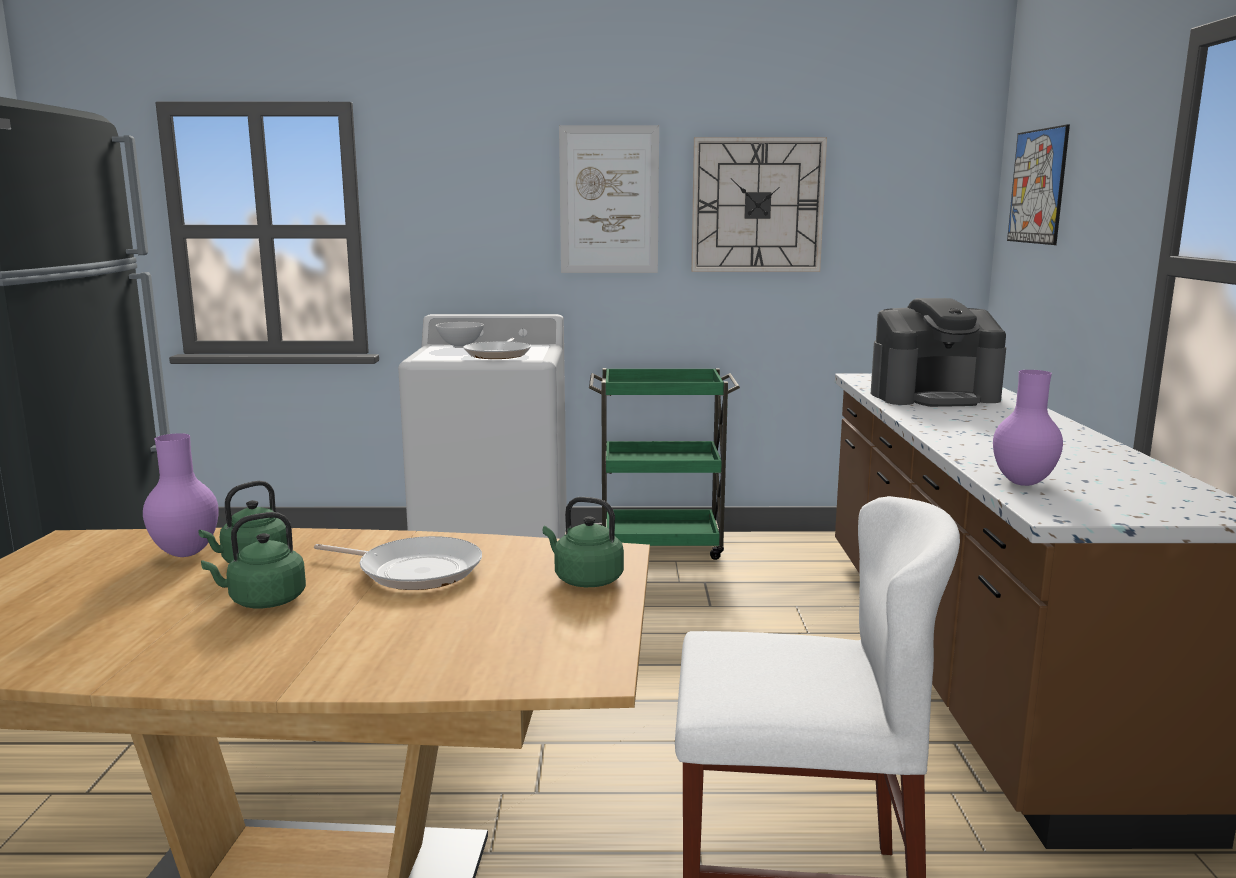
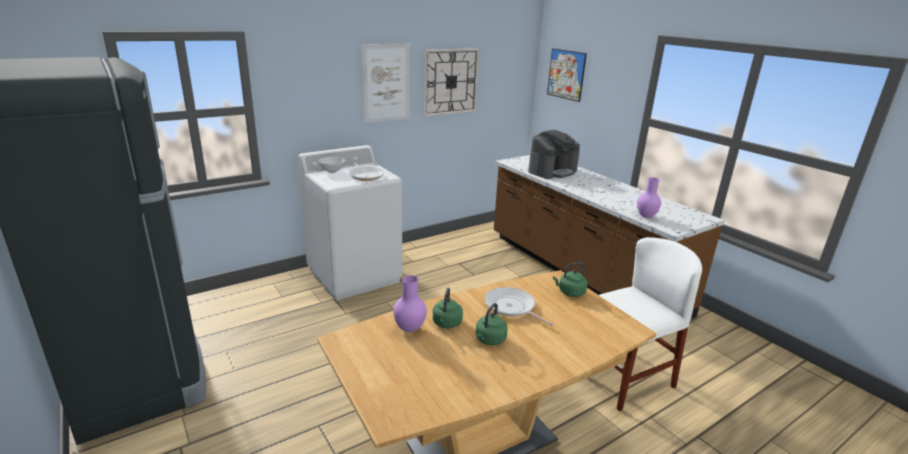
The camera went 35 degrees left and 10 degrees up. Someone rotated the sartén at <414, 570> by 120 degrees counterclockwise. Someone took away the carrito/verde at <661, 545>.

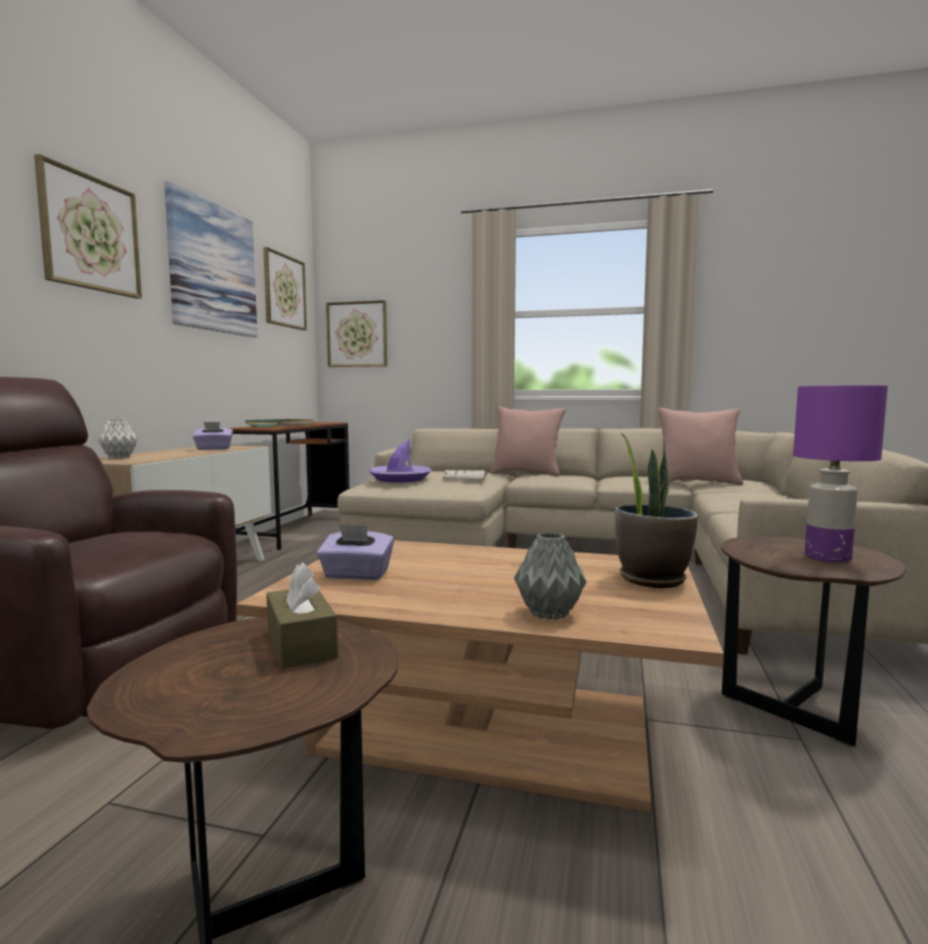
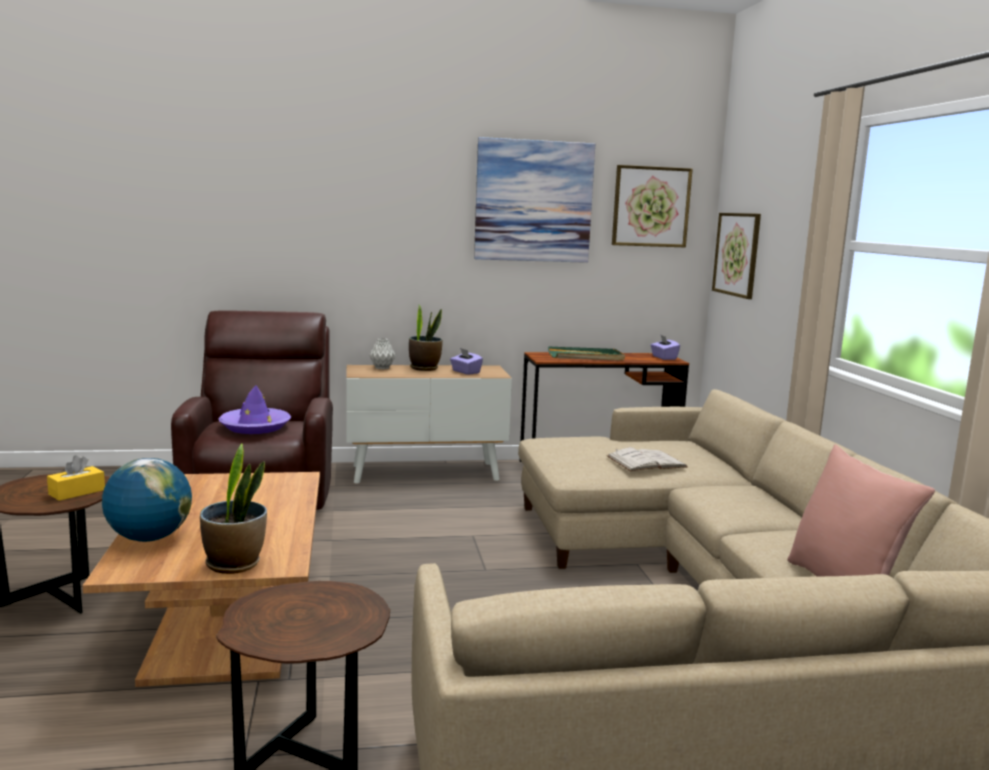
The camera went 65 degrees right and 5 degrees up. Someone took away the cuadro at <90, 233>. Someone repainted the caja de pañuelos/marrón at <301, 644>, which became the caja de pañuelos/amarillo at <77, 492>. Someone carried the caja de pañuelos/morado from <356, 575> to <663, 358>. Someone carried the sombrero/morado from <400, 479> to <255, 427>. Someone took away the cojín/rosa at <527, 474>. Someone swapped the florero/gris at <548, 613> for the globo terráqueo at <149, 538>. Someone took away the lámpara de mesa/morado at <828, 557>. Someone put down the planta en maceta at <424, 368>.

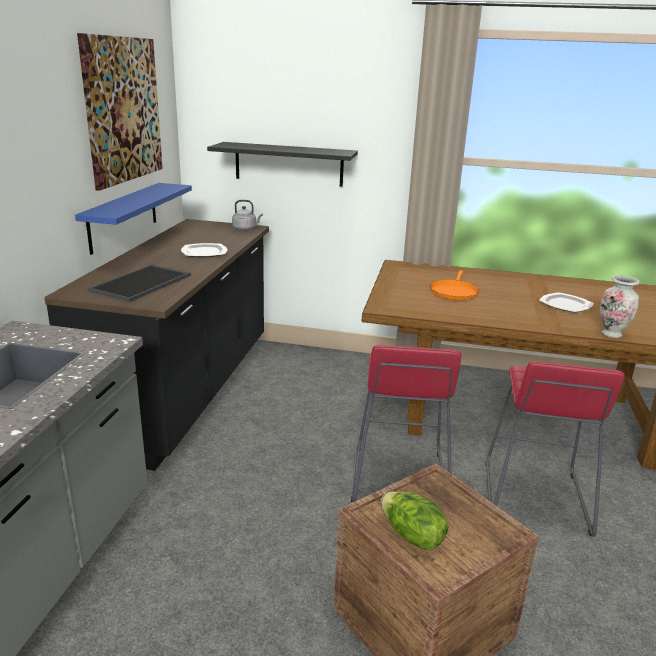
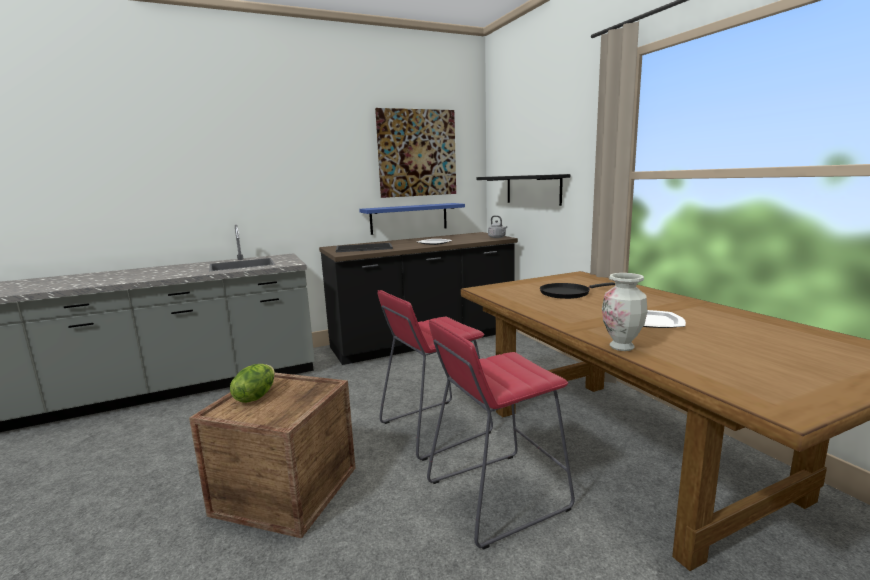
The camera went 55 degrees right and 10 degrees down. Someone repainted the sartén/naranja at <453, 292>, which became the sartén/negro at <567, 293>.

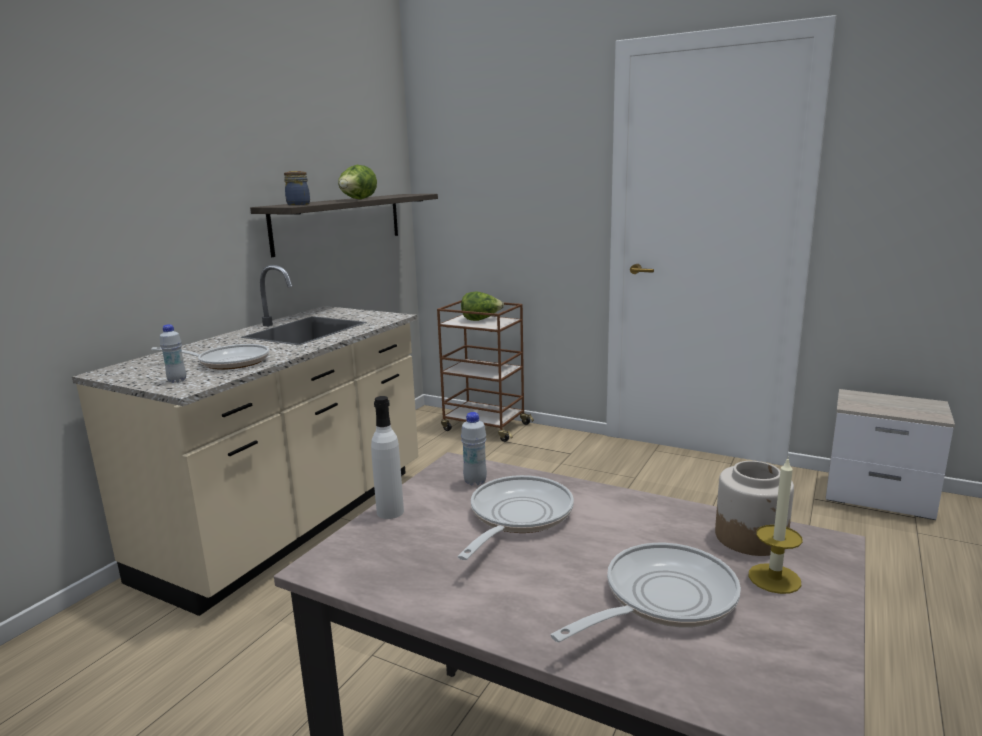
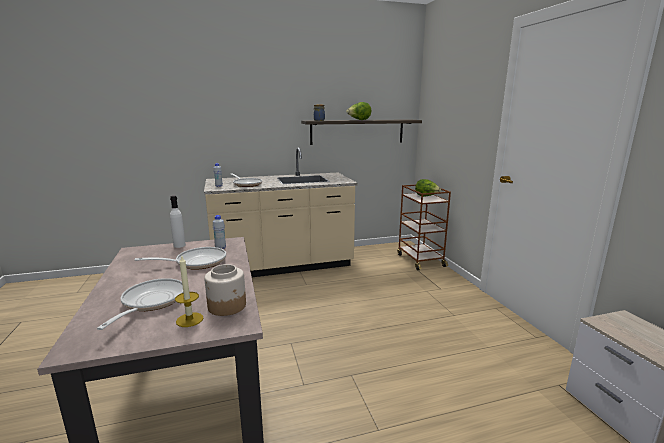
The camera went 45 degrees right and 0 degrees up. Someone rotated the sartén at <661, 599> by 90 degrees counterclockwise.

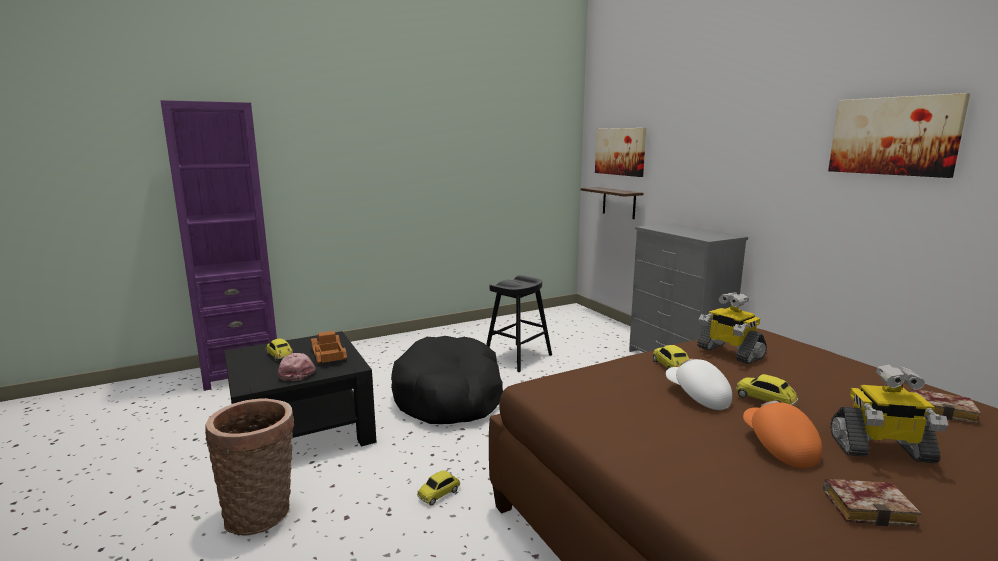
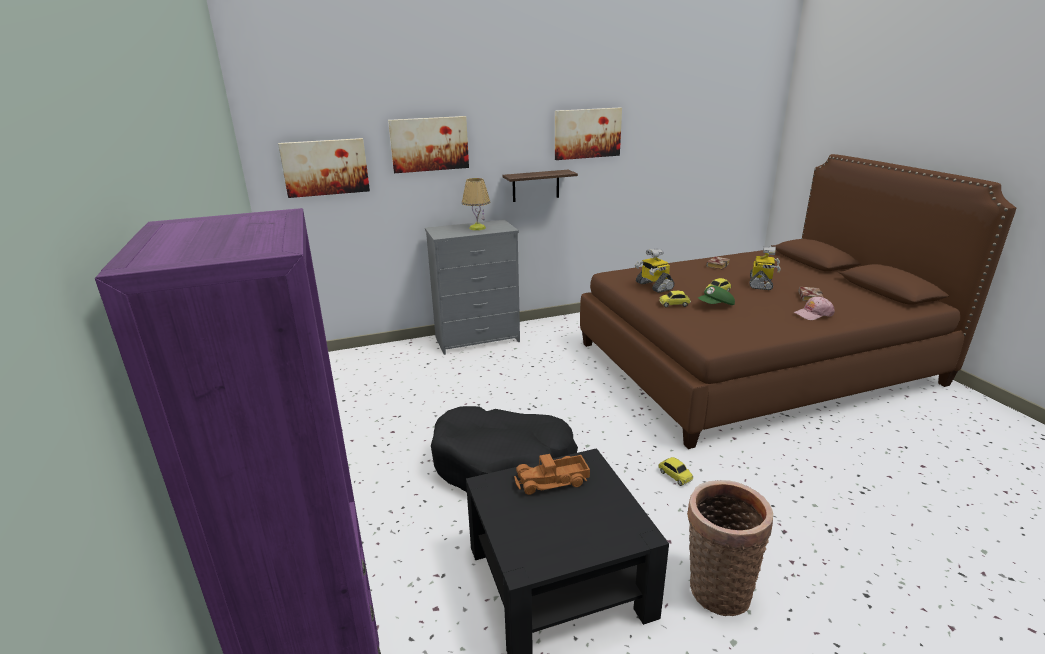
The camera went 80 degrees left and 10 degrees up. Someone took away the coche de juguete at <280, 356>. Someone carried the gorra/rosa from <295, 372> to <813, 314>. Someone took away the taburete/negro at <518, 357>. Someone carried the estante from <619, 203> to <535, 185>. Someone repainted the gorra/blanco at <696, 397>, which became the gorra/verde at <716, 306>. Someone rotated the robot de juguete at <729, 352> by 90 degrees clockwise. Someone took away the gorra/naranja at <777, 447>. Someone put up the cuadro at <429, 144>. Someone put down the lámpara de mesa at <477, 228>.

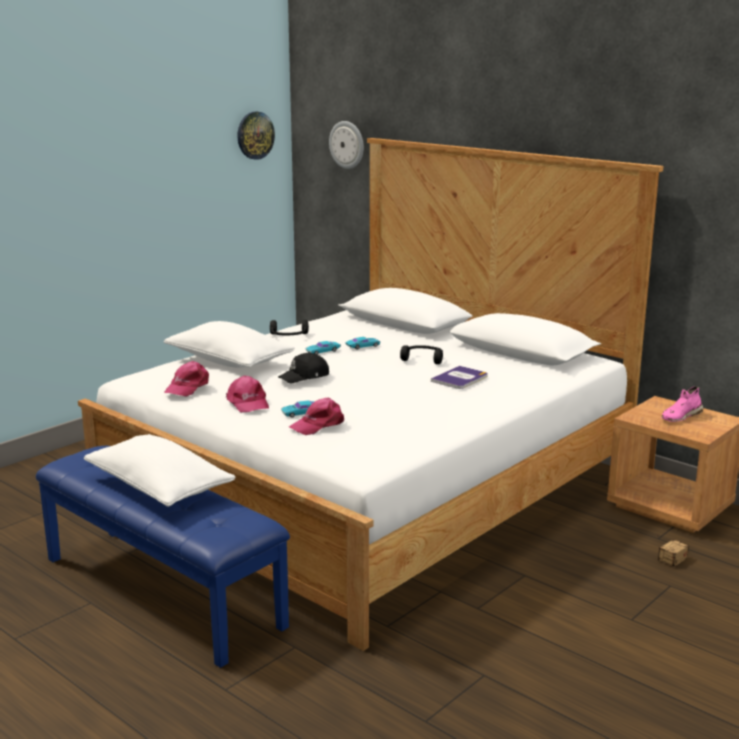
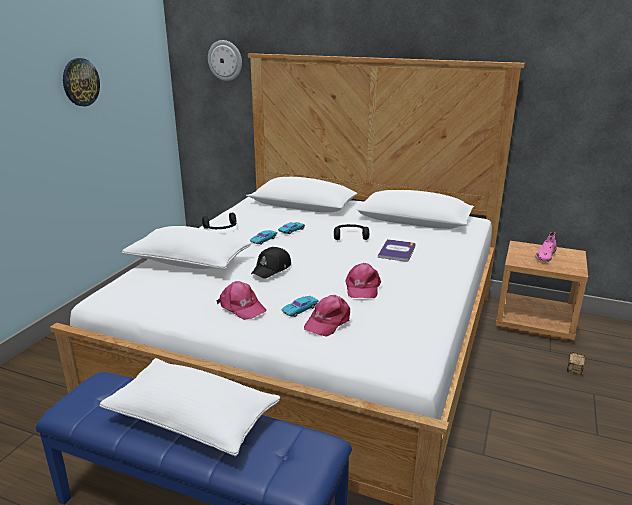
The camera went 20 degrees left and 5 degrees up. Someone carried the gorra/rosa from <188, 387> to <362, 287>. Someone carried the reloj de pared from <255, 135> to <80, 82>.

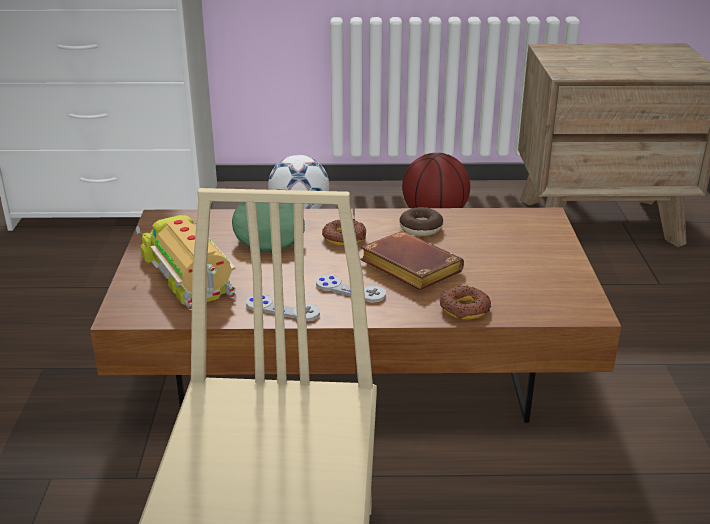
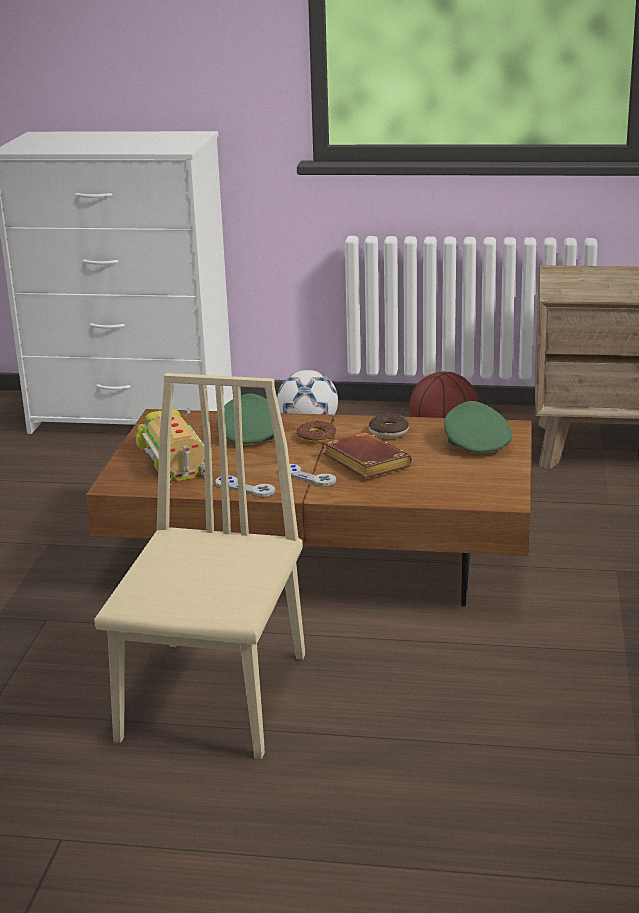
The camera went 10 degrees right and 5 degrees down. Someone took away the rosquilla at <464, 308>. Someone put down the gorra/verde at <475, 444>.

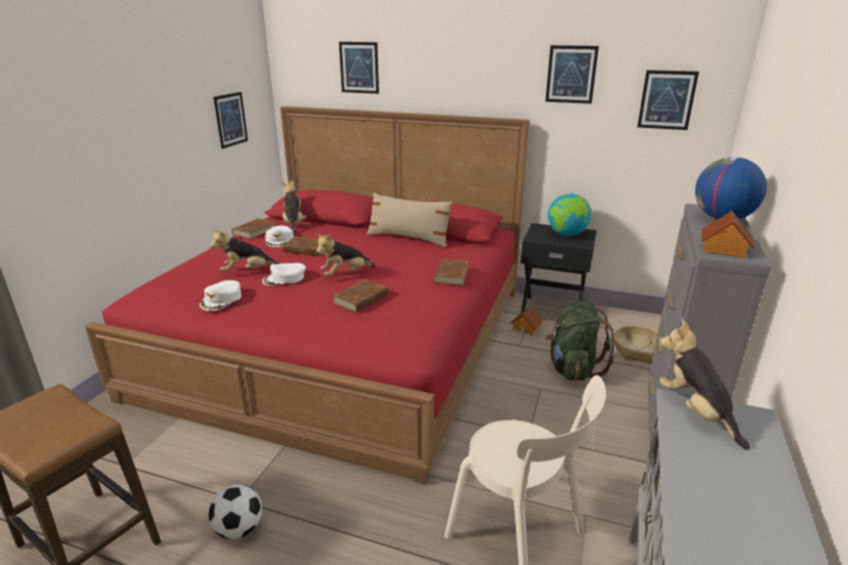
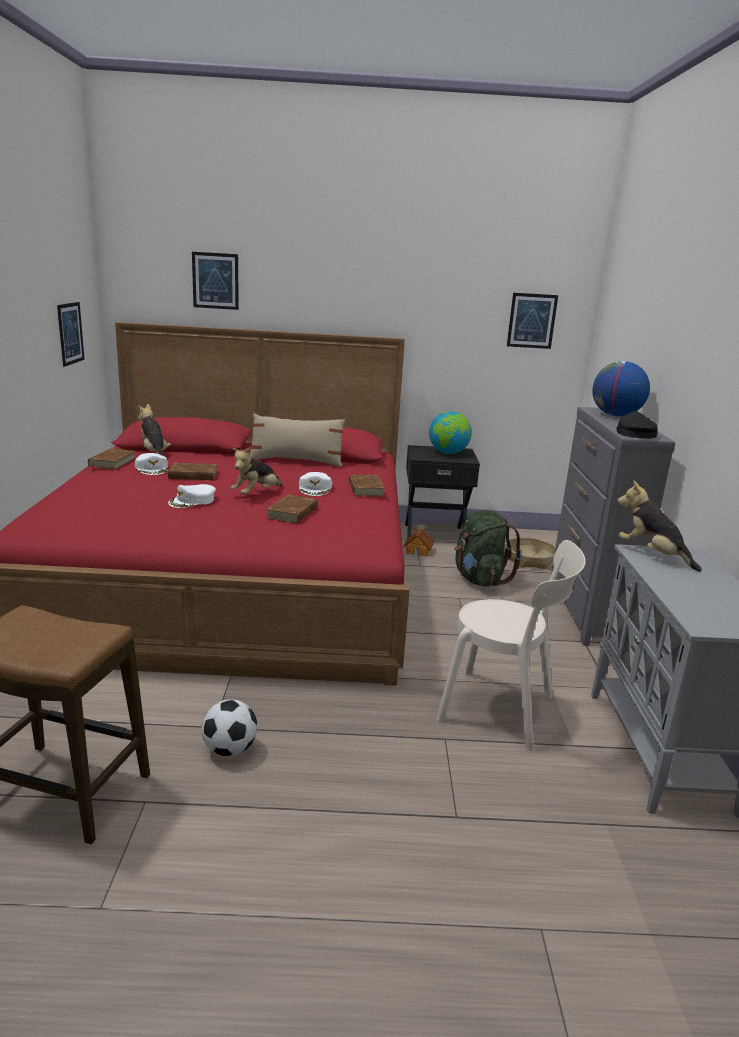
The camera went 20 degrees left and 5 degrees down. Someone carried the gorra/blanco from <221, 300> to <315, 488>. Someone took away the peluche at <247, 271>. Someone took away the cuadro at <571, 74>. Someone swapped the casita at <723, 249> for the gorra/negro at <634, 433>.

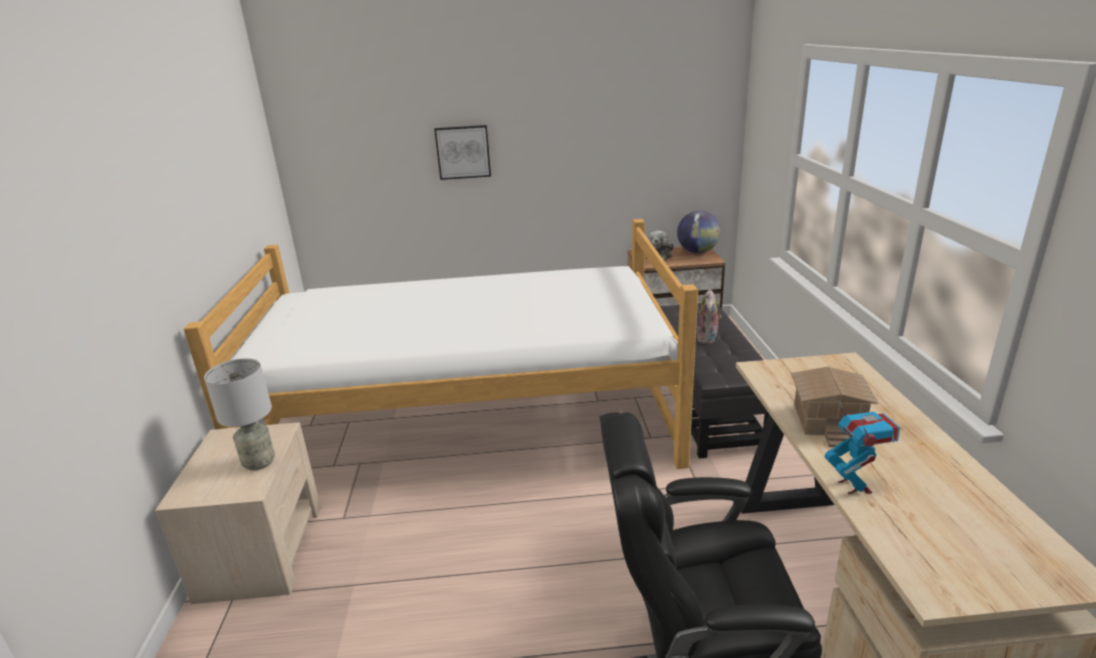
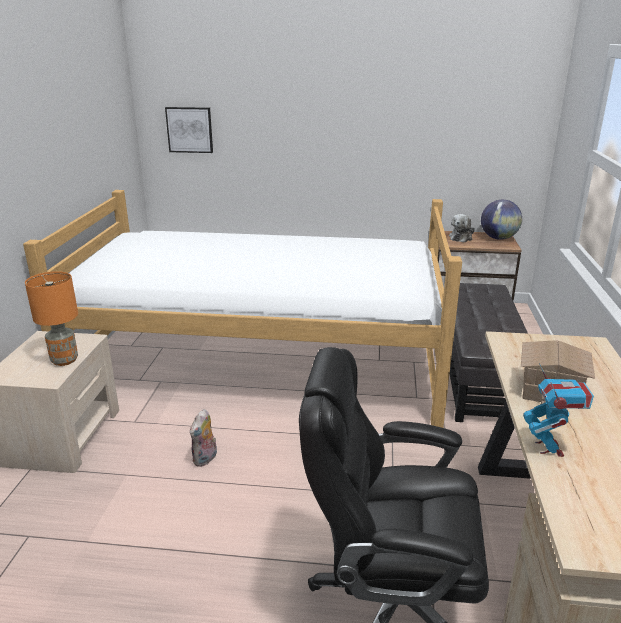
The camera went 10 degrees right and 0 degrees up. Someone repainted the lámpara de mesa/gris at <259, 462>, which became the lámpara de mesa/naranja at <65, 360>. Someone carried the cuadro from <463, 152> to <189, 129>. Someone carried the peluche from <708, 339> to <205, 459>.

